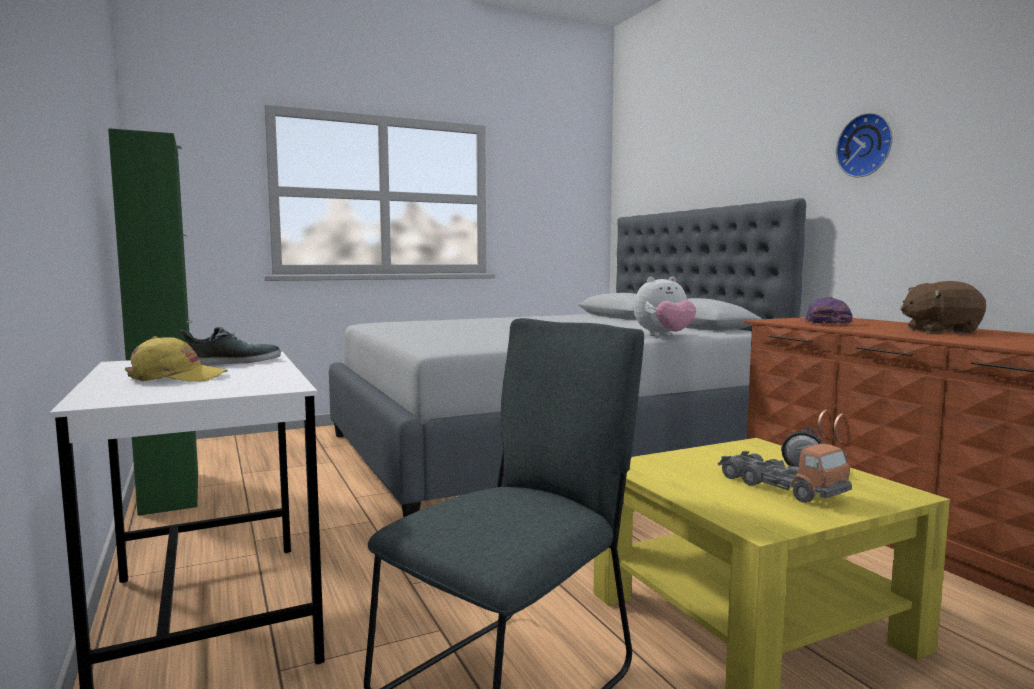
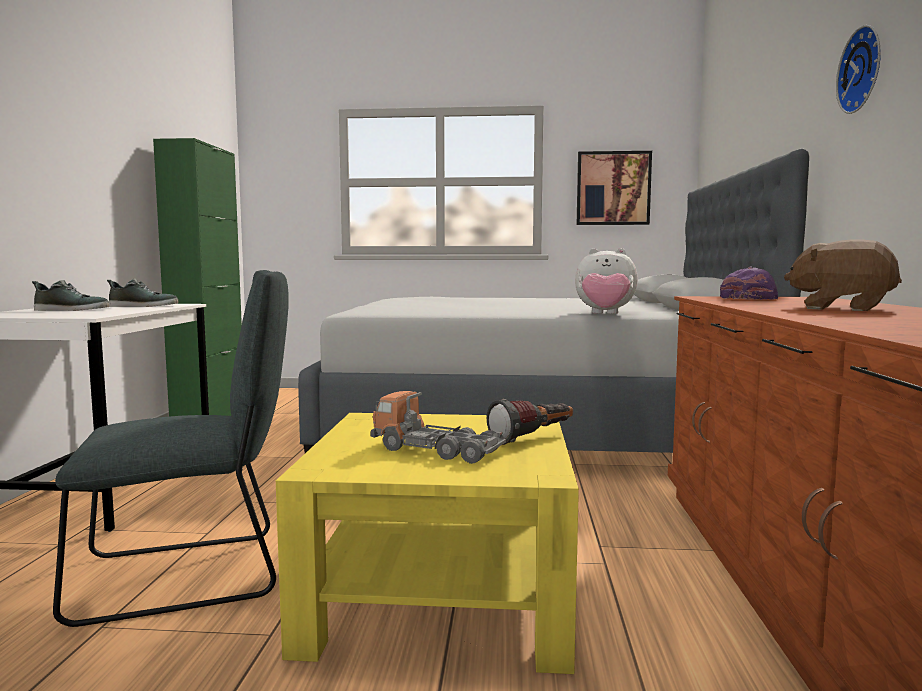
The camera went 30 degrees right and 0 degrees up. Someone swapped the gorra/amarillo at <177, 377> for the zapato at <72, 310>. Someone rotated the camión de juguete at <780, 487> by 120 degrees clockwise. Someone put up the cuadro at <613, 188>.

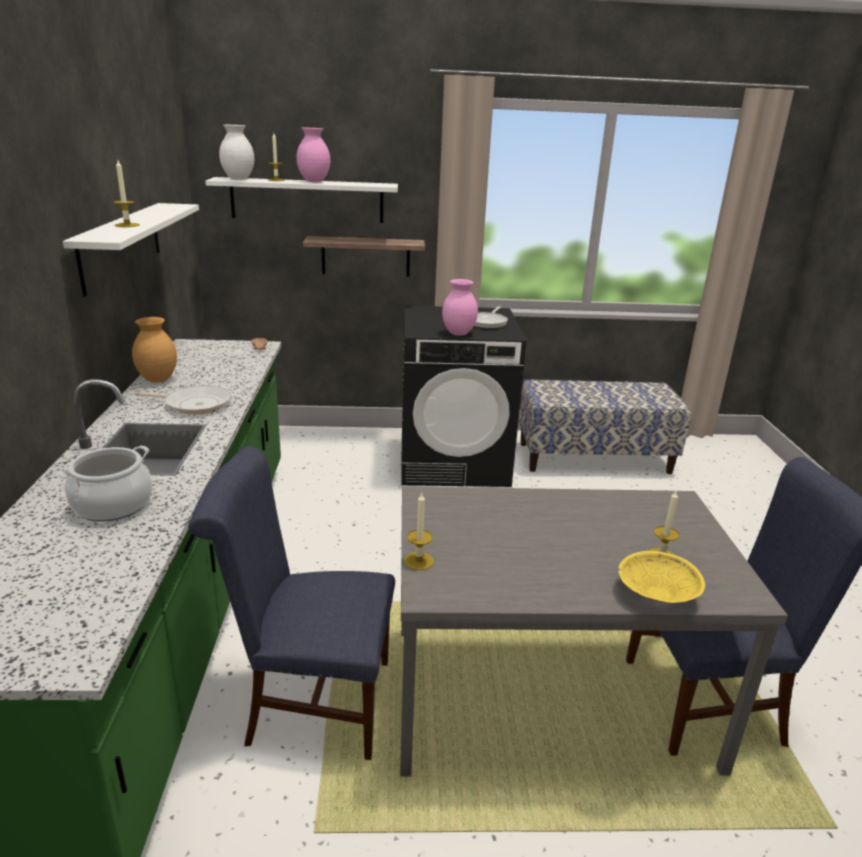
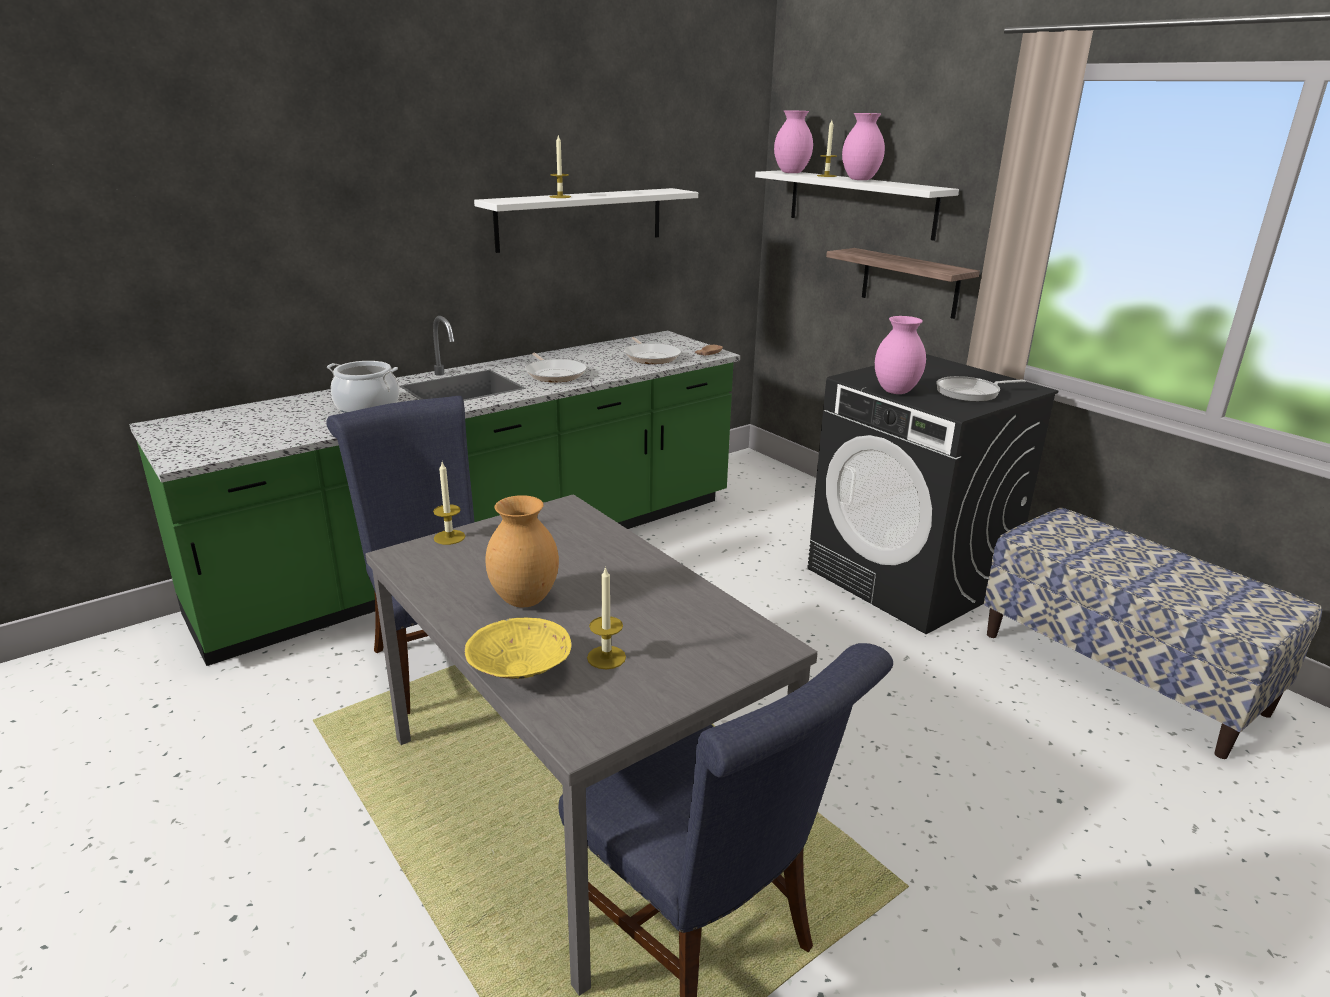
The camera went 55 degrees right and 0 degrees up. Someone carried the florero/marrón from <158, 380> to <524, 601>. Someone repainted the florero/blanco at <238, 179>, which became the florero/rosa at <791, 172>. Someone put down the sartén at <651, 357>.

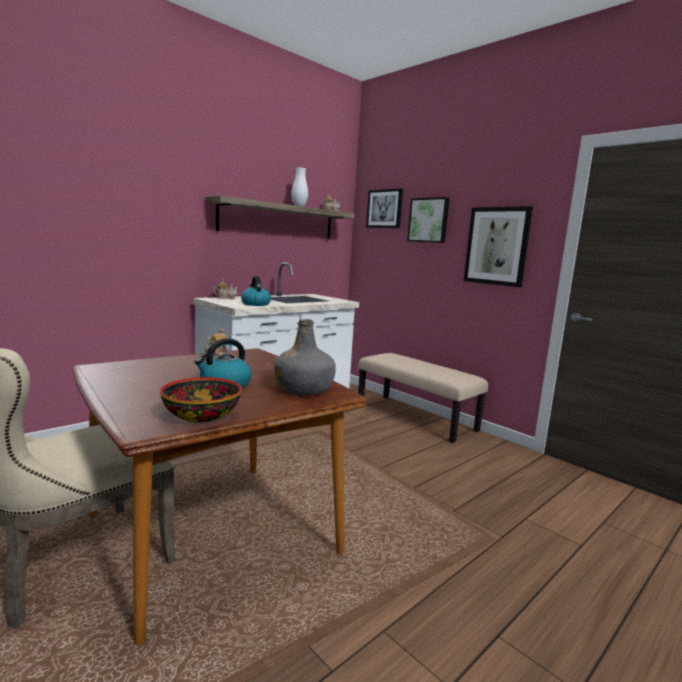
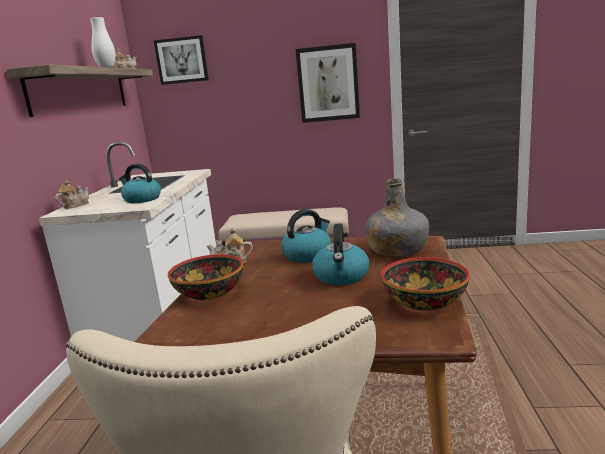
The camera went 40 degrees left and 5 degrees up. Someone took away the cuadro at <429, 220>. Someone put down the cuenco at <210, 292>. Someone put down the hervidor at <308, 255>.

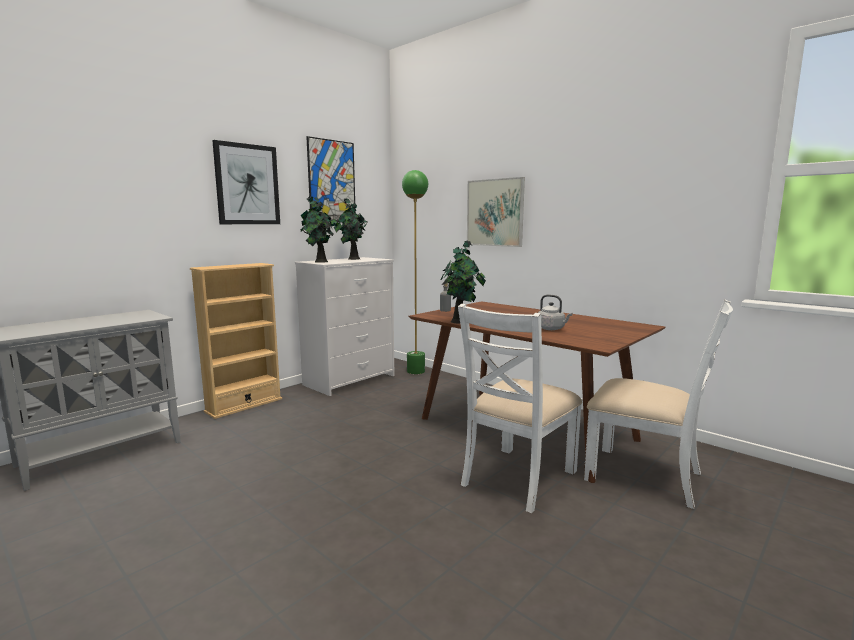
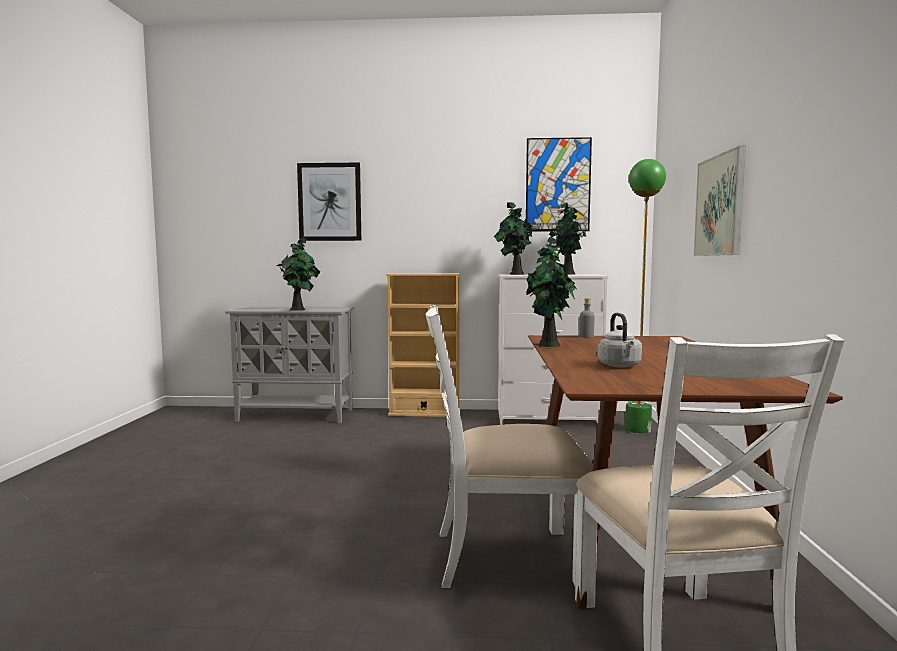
The camera went 50 degrees right and 5 degrees down. Someone carried the cuadro from <247, 184> to <330, 202>. Someone put down the planta en maceta at <299, 309>.

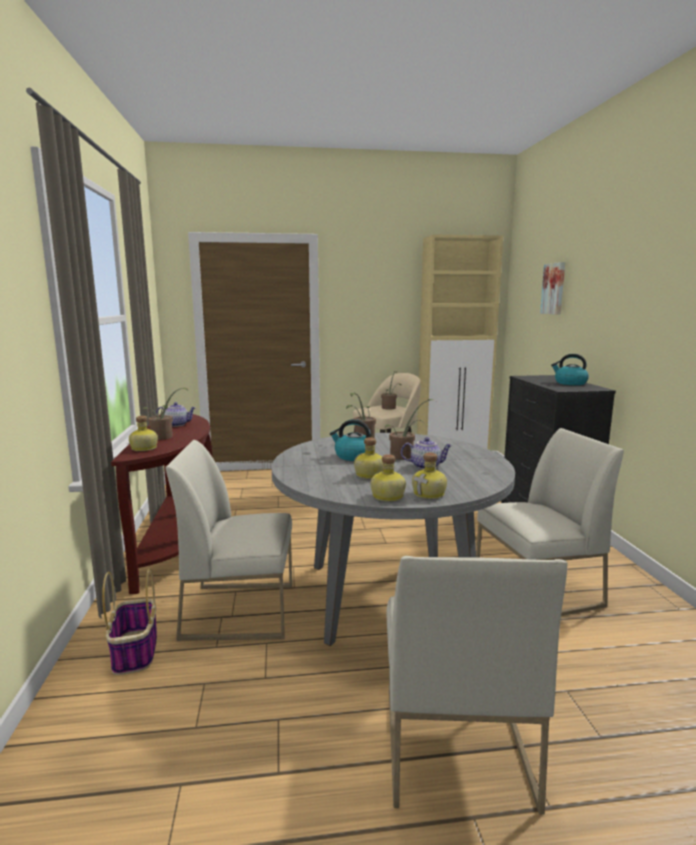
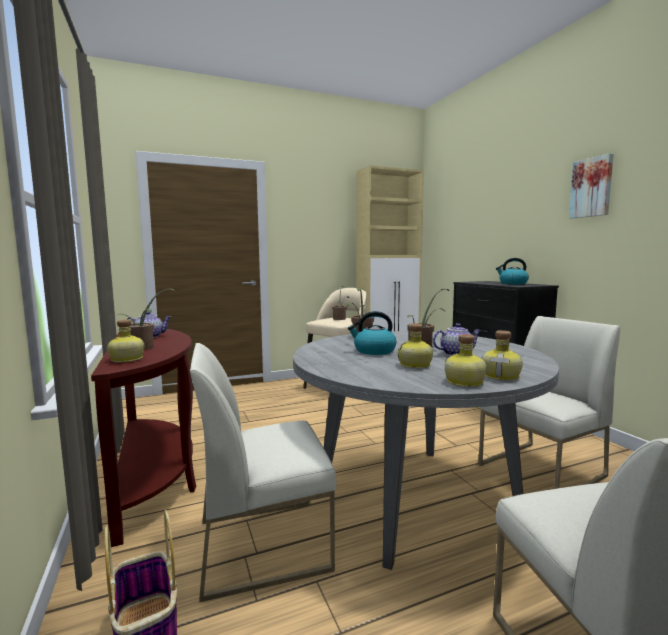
The camera went 15 degrees left and 5 degrees down. Someone carried the cuadro from <554, 288> to <592, 187>.

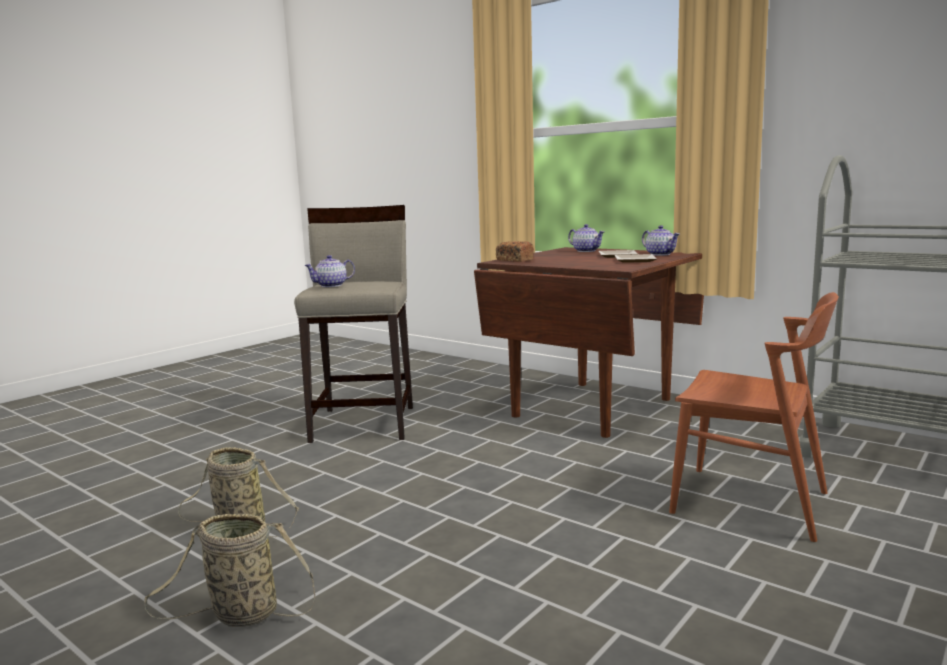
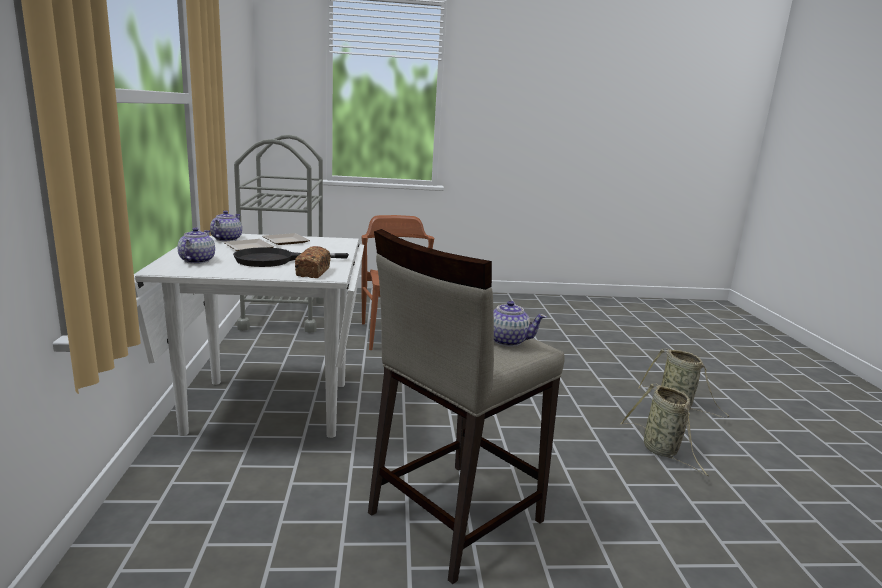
The camera went 135 degrees left and 5 degrees up. Someone repainted the mesa de comedor/marrón at <591, 407>, which became the mesa de comedor/blanco at <269, 408>. Someone put down the sartén/negro at <275, 260>.

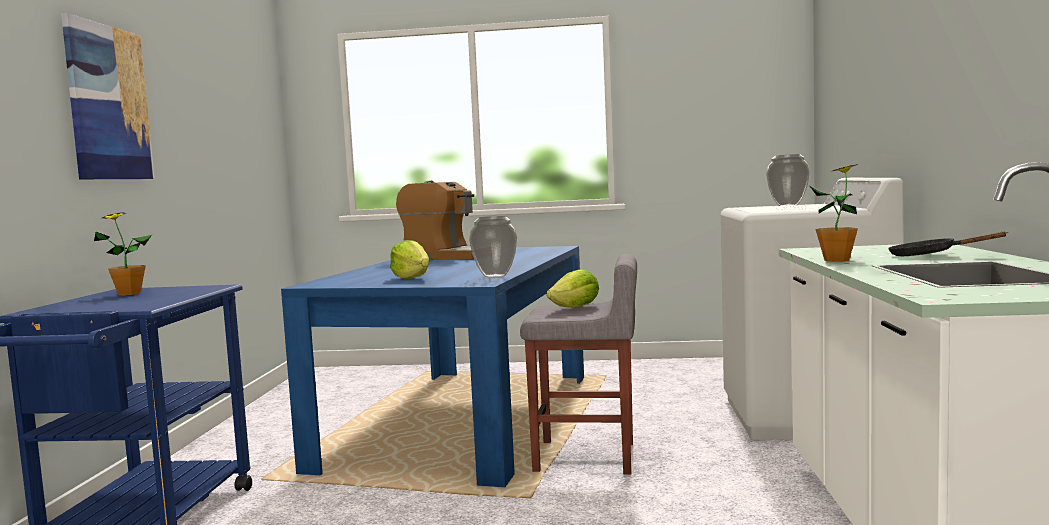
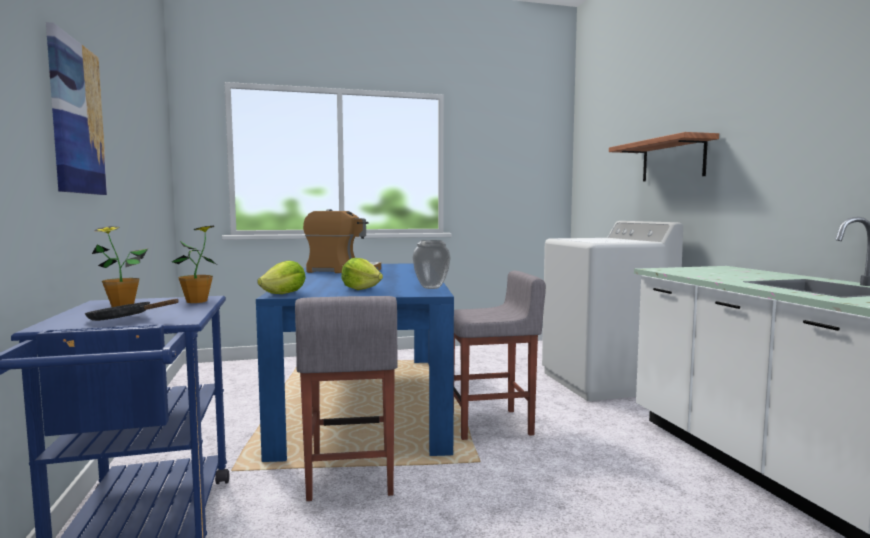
The camera went 20 degrees left and 0 degrees up. Someone carried the lechuga from <576, 307> to <284, 294>. Someone took away the florero at <787, 206>. Someone carried the planta en maceta from <837, 260> to <197, 301>. Someone carried the sartén/negro from <929, 256> to <125, 319>. Someone put down the taburete/gris at <350, 476>. Someone put up the estante at <673, 160>.

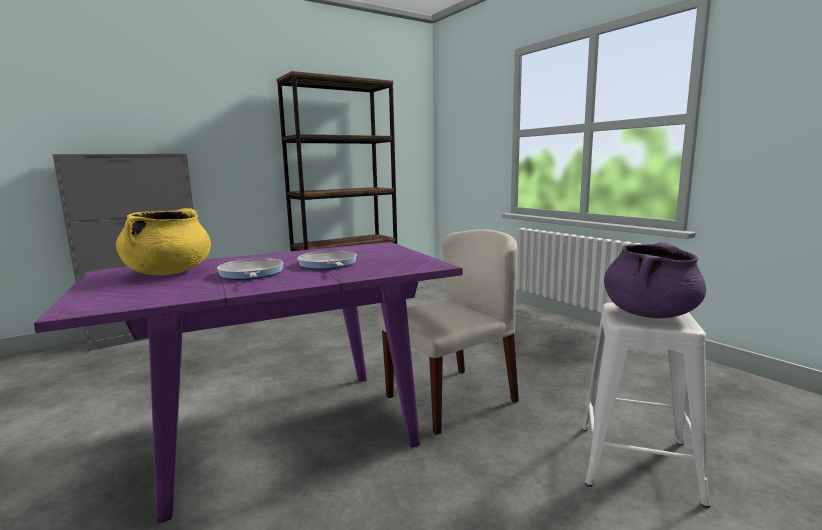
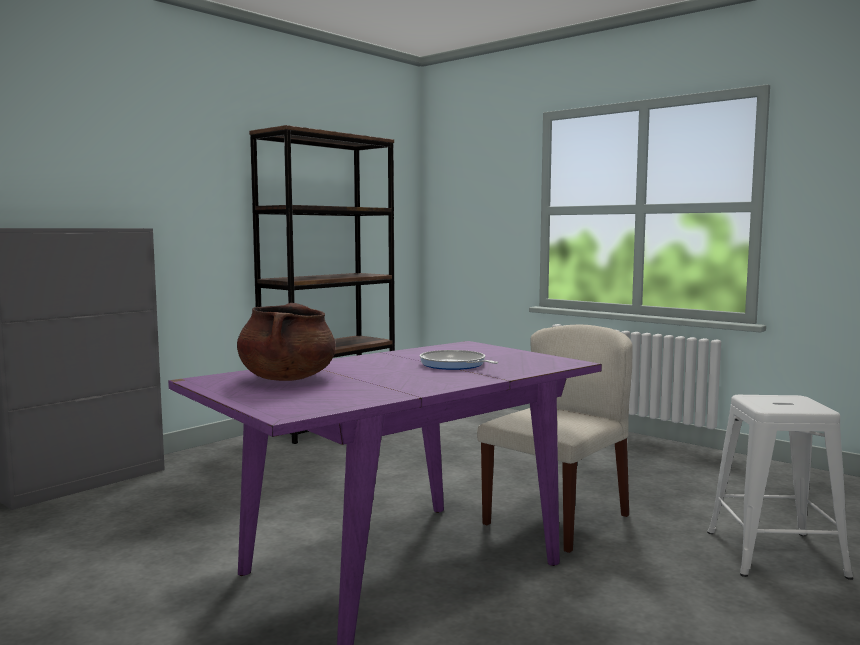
The camera went 15 degrees left and 5 degrees down. Someone repainted the olla/amarillo at <169, 273>, which became the olla/marrón at <287, 378>. Someone took away the sartén at <251, 274>. Someone took away the olla/morado at <649, 314>.

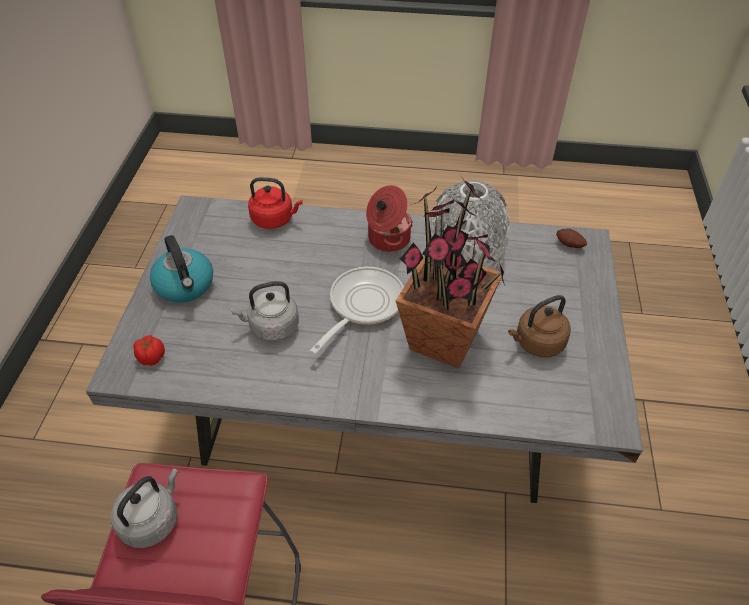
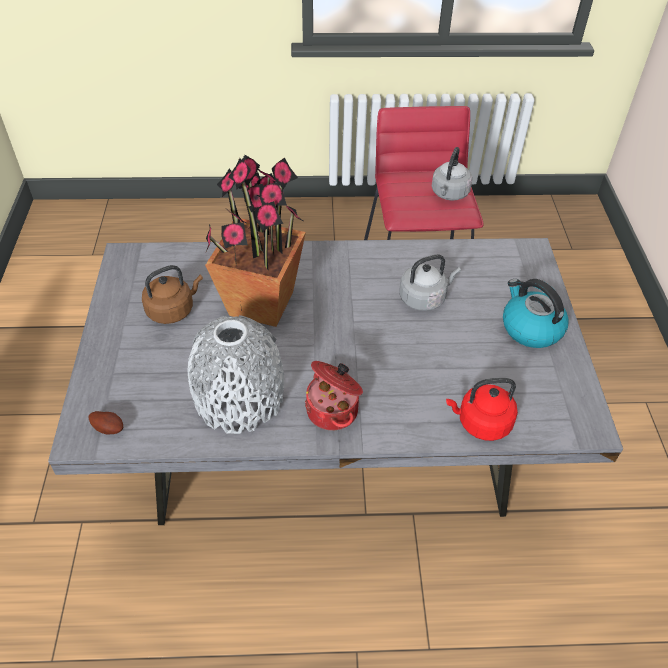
The camera went 170 degrees right and 0 degrees up. Someone took away the tomate at <151, 357>. Someone took away the sartén at <362, 305>.

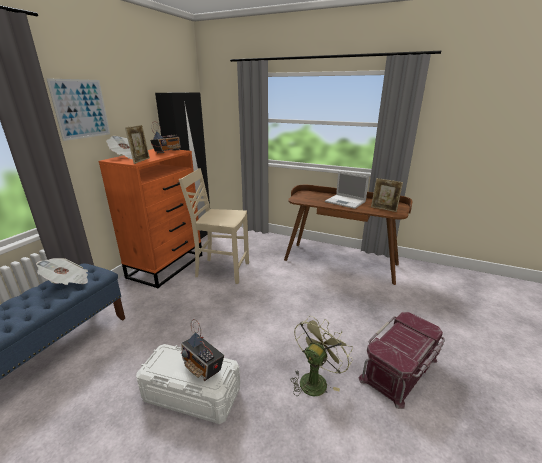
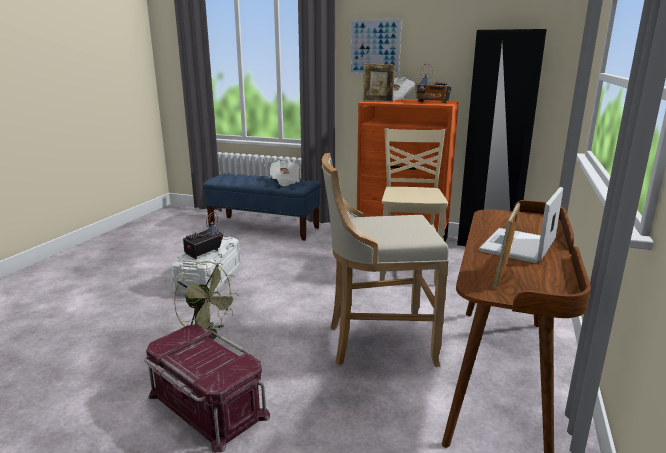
The camera went 85 degrees right and 5 degrees down. Someone put down the taburete/beis at <377, 343>.

